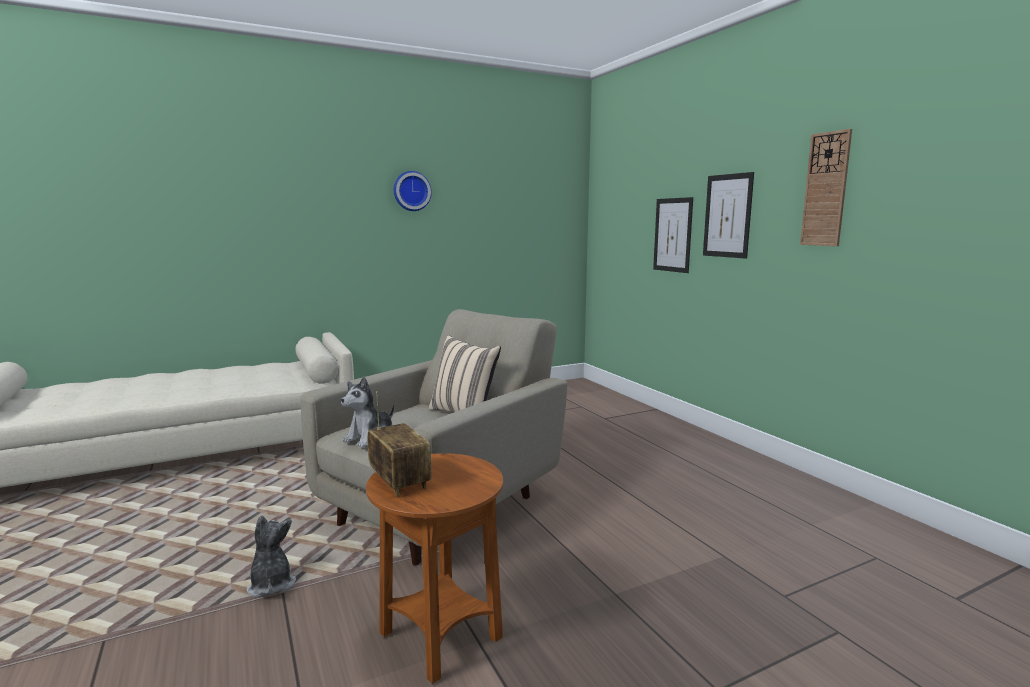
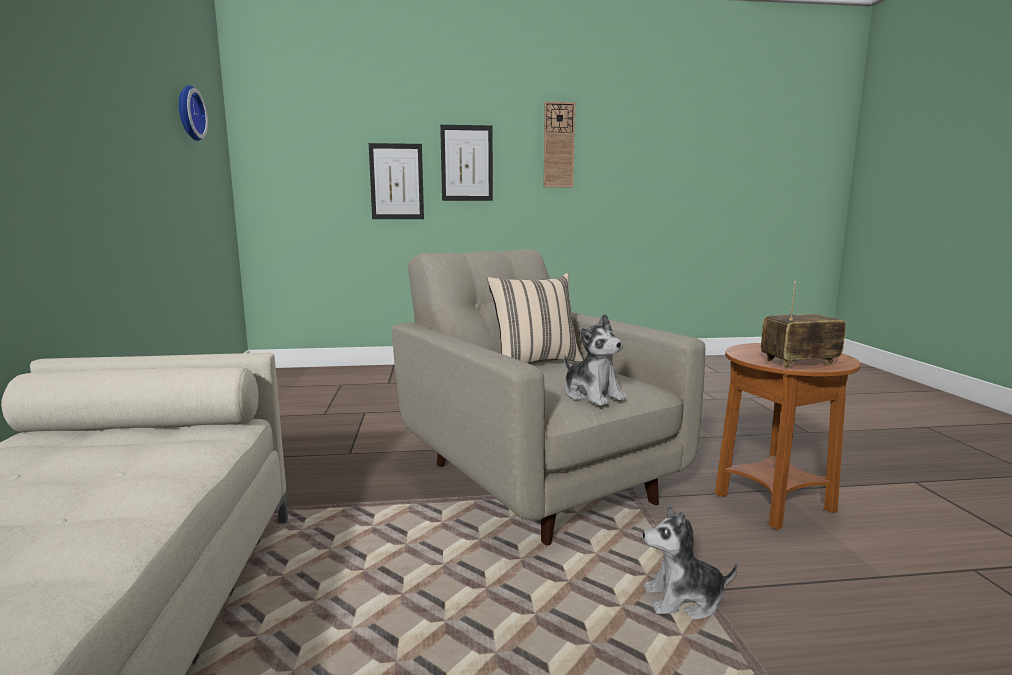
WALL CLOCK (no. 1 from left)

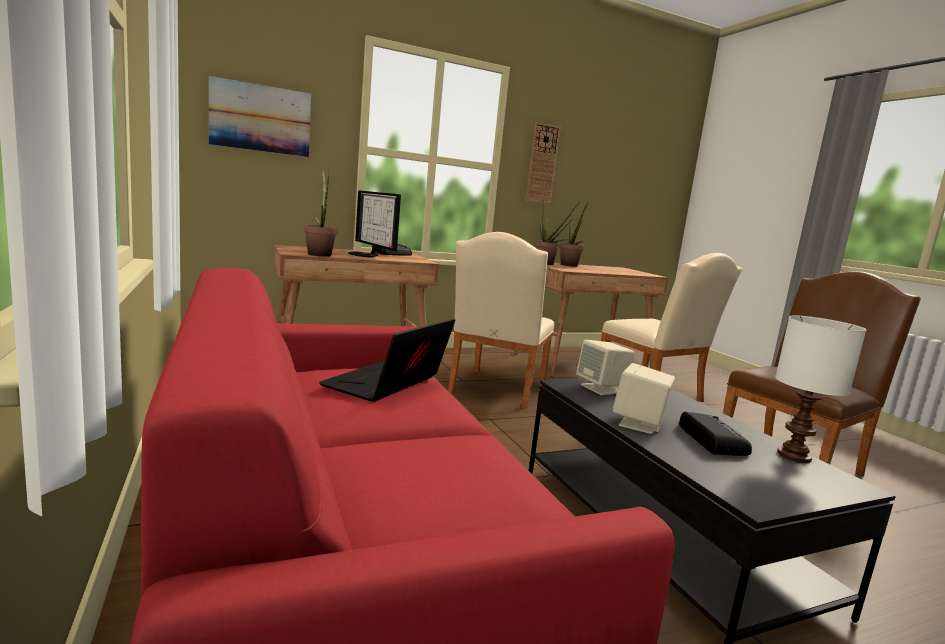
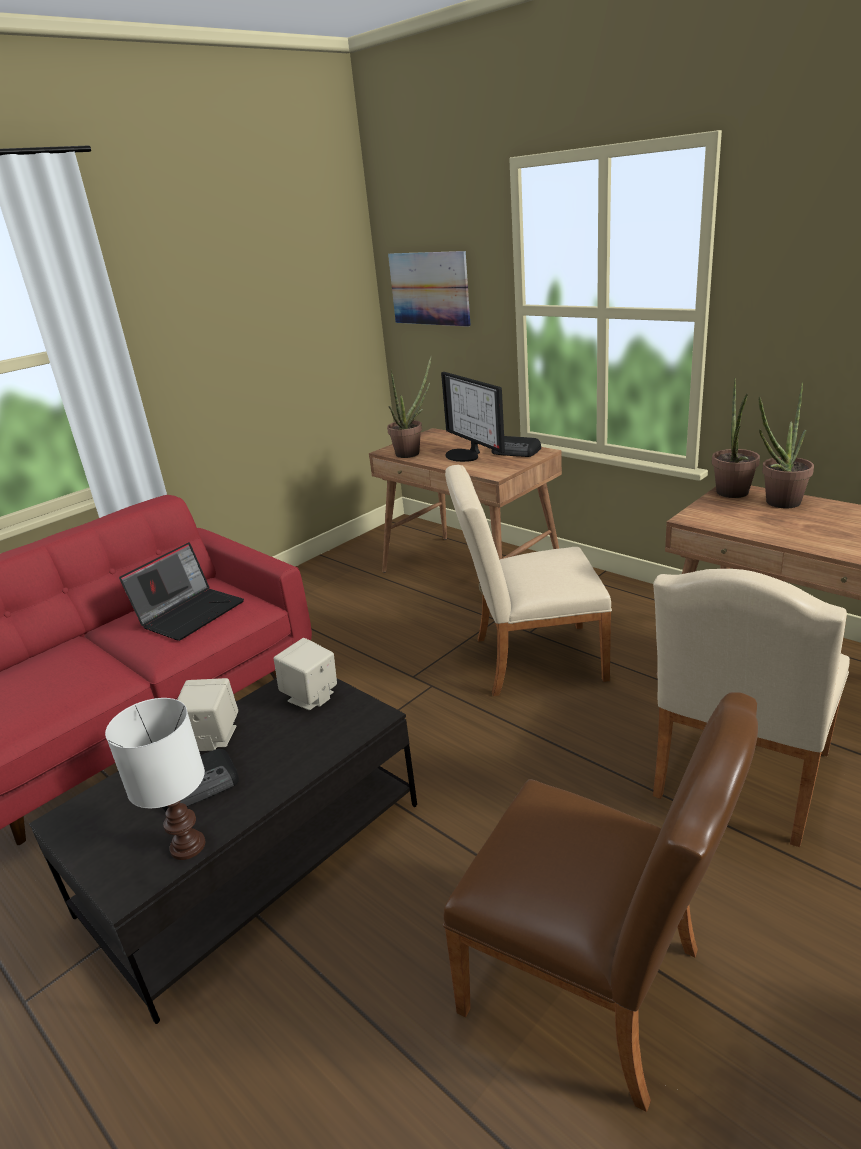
LAPTOP
MONITOR
WALL CLOCK

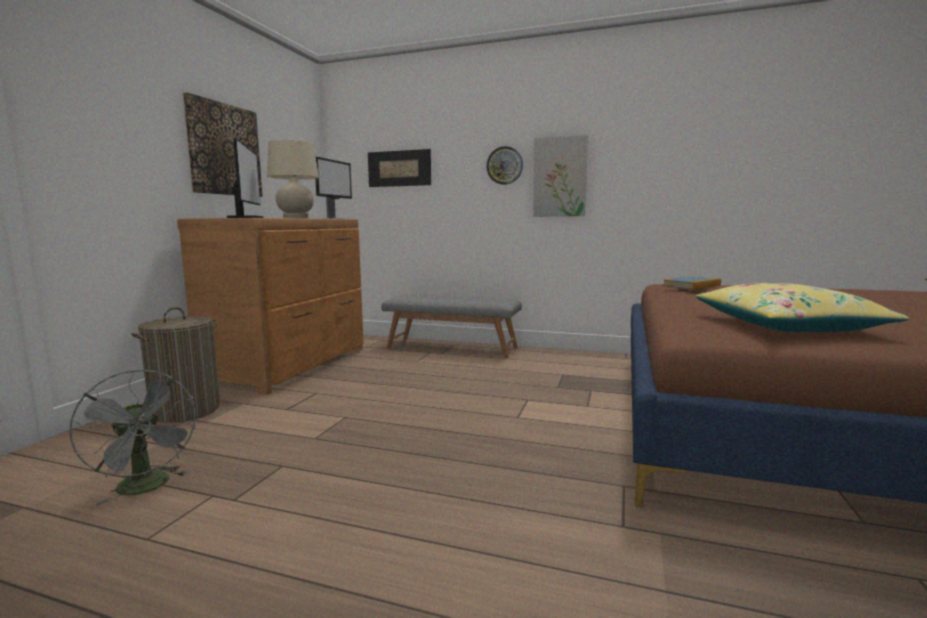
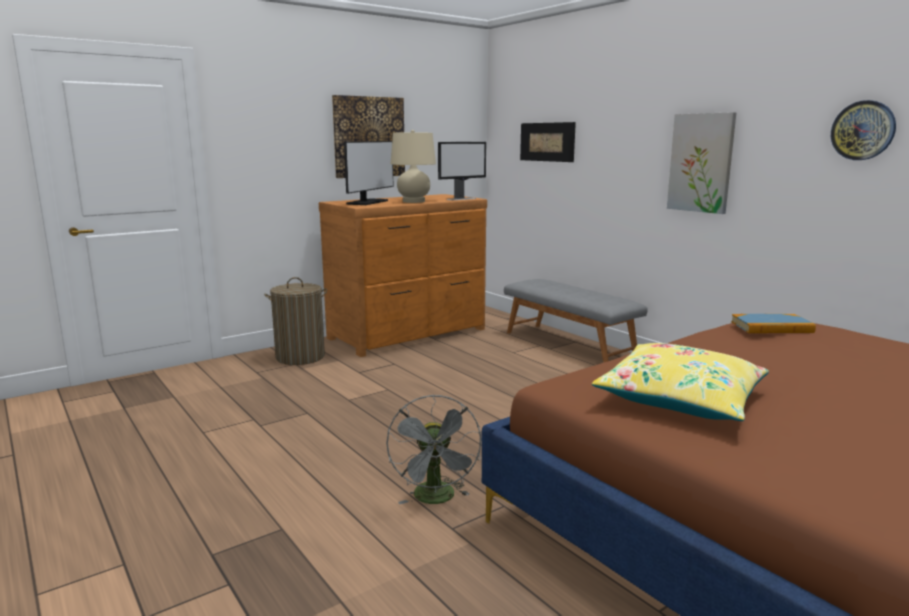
GREY FAN
WALL CLOCK

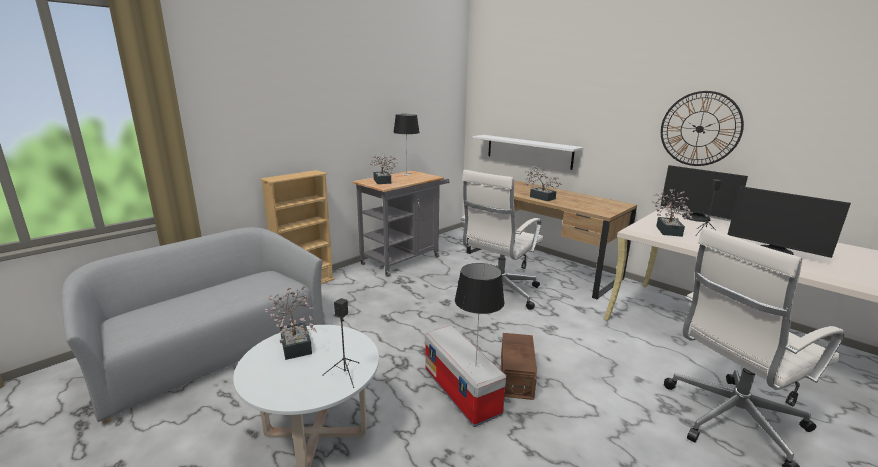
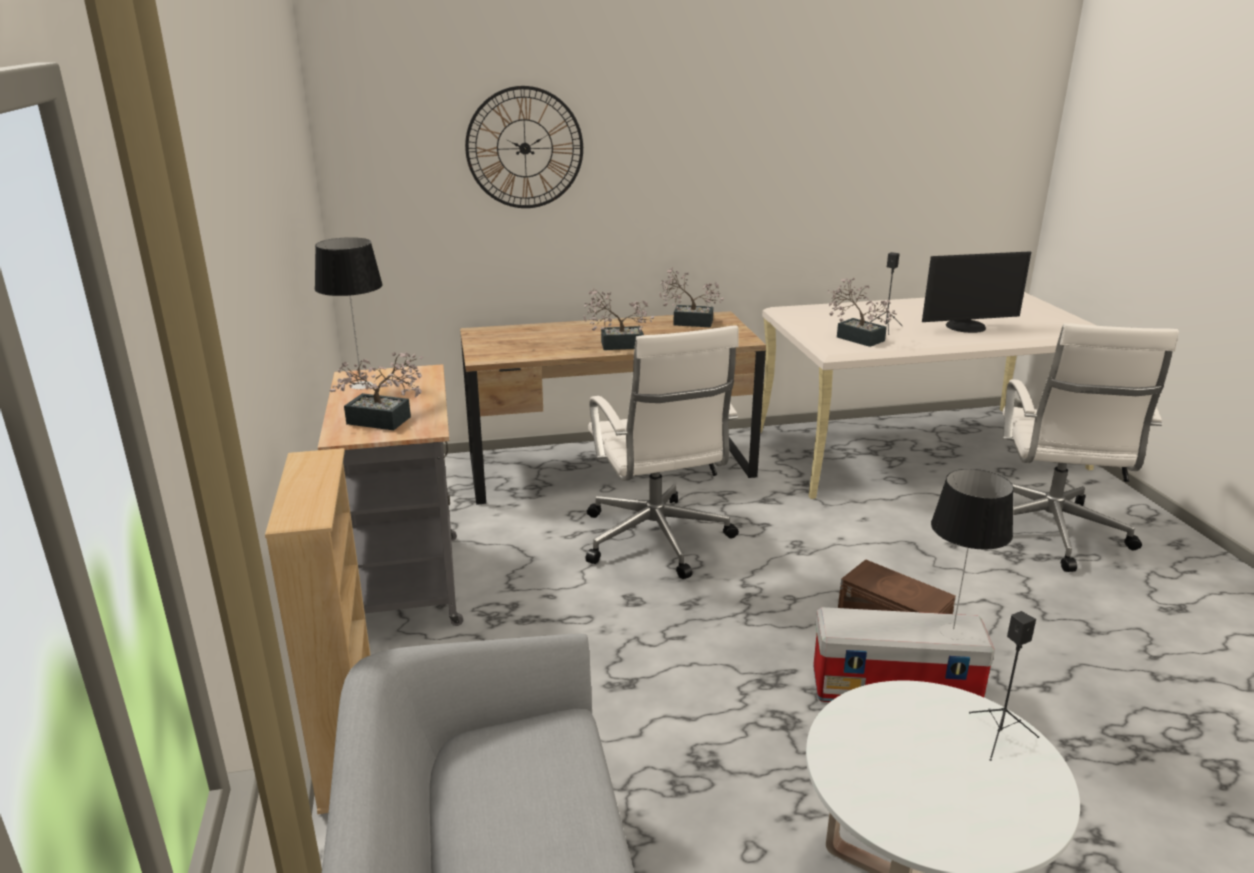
POTTED PLANT (no. 3 from left)
WHITE SHELF
WALL CLOCK
MONITOR (no. 1 from left in the first image)

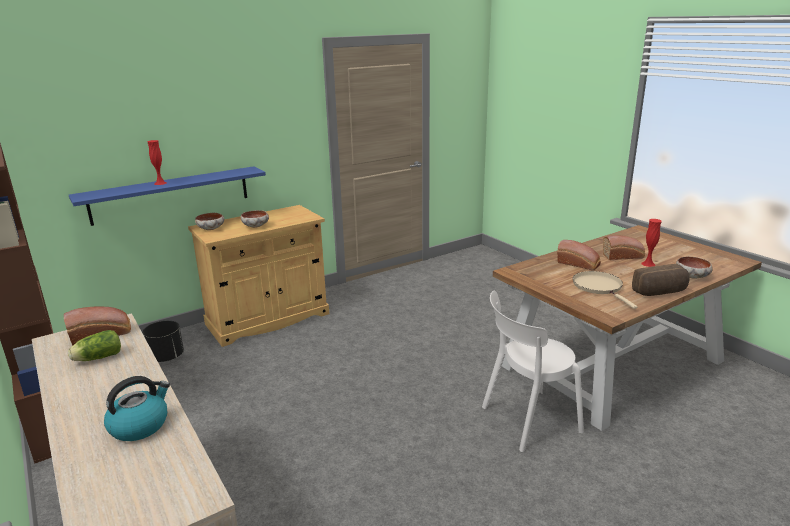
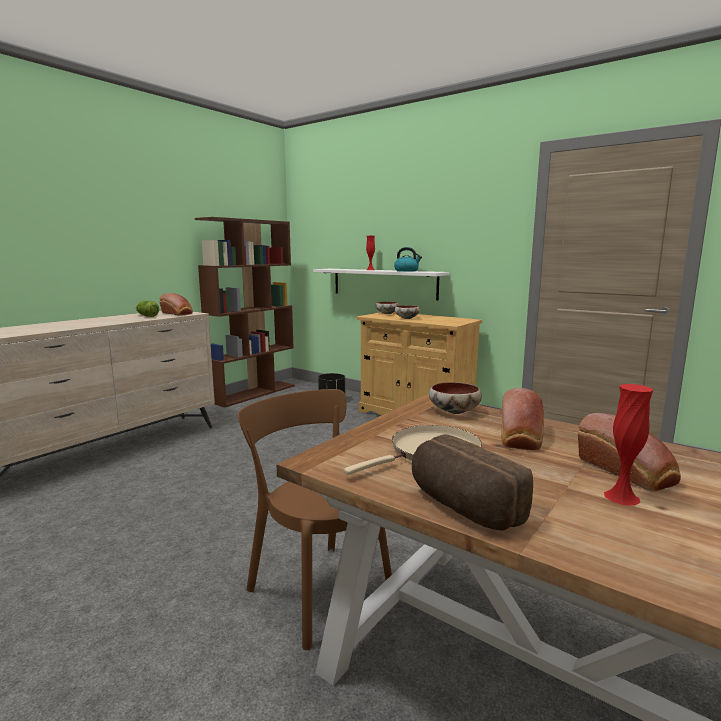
WHITE SHELF
KETTLE
BROWN CHAIR
BOWL (no. 3 from left)

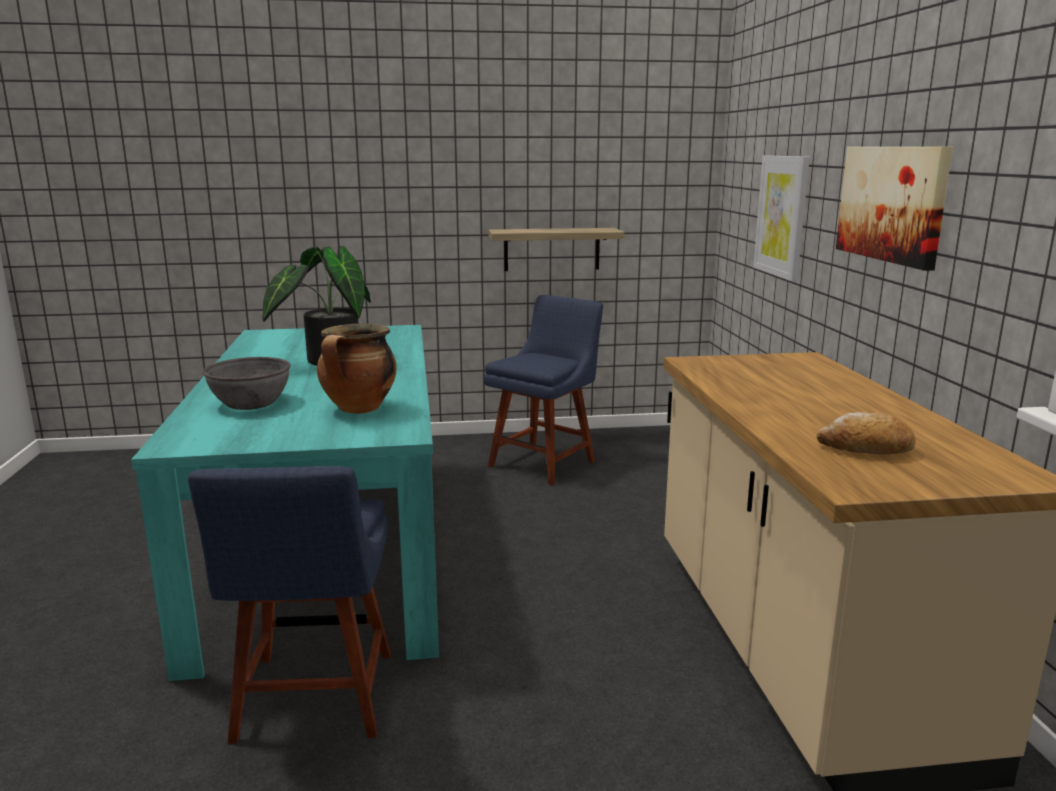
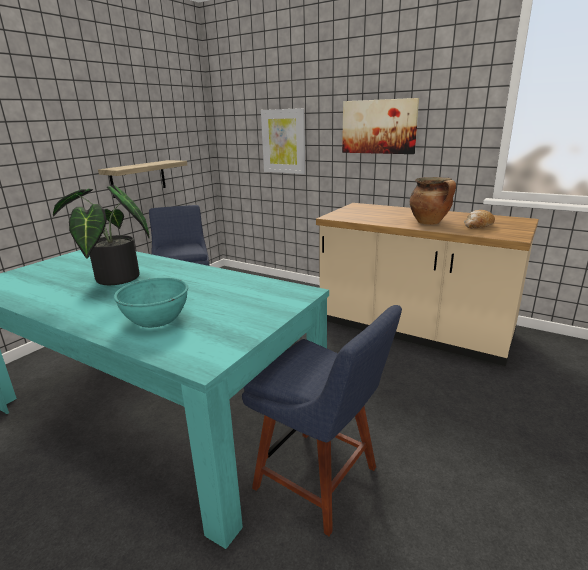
TURQUOISE BOWL
COOKING POT

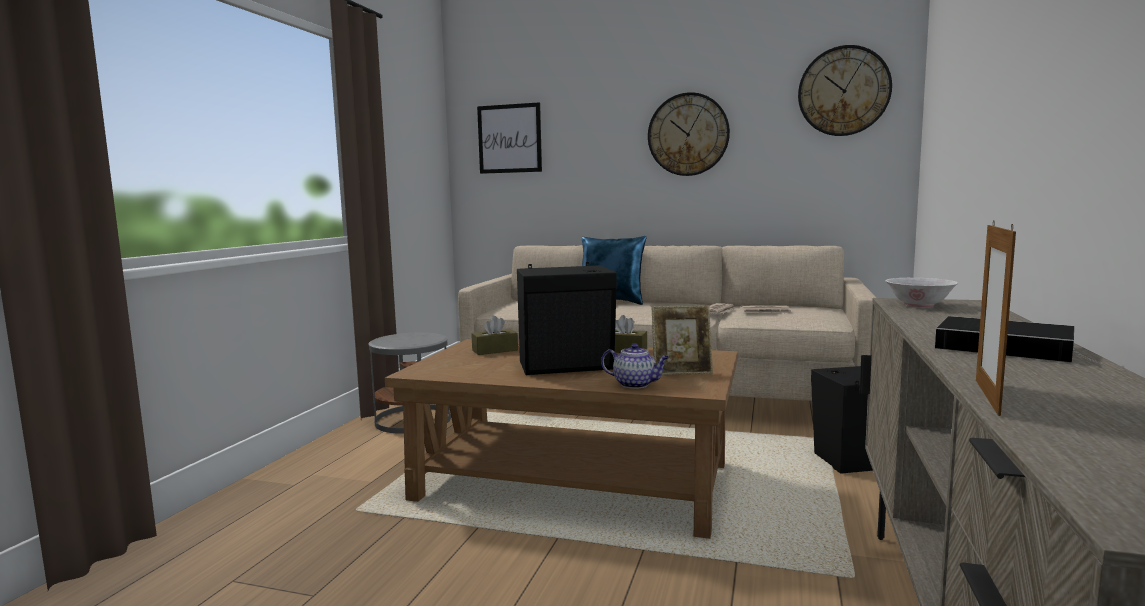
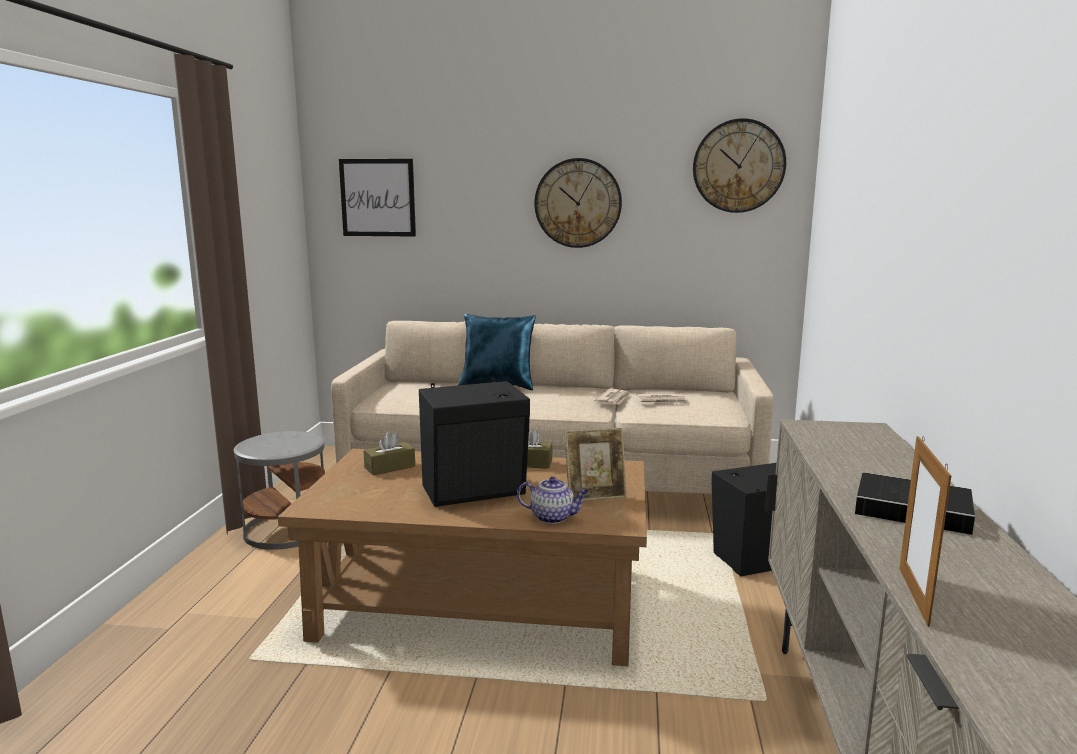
WHITE BOWL

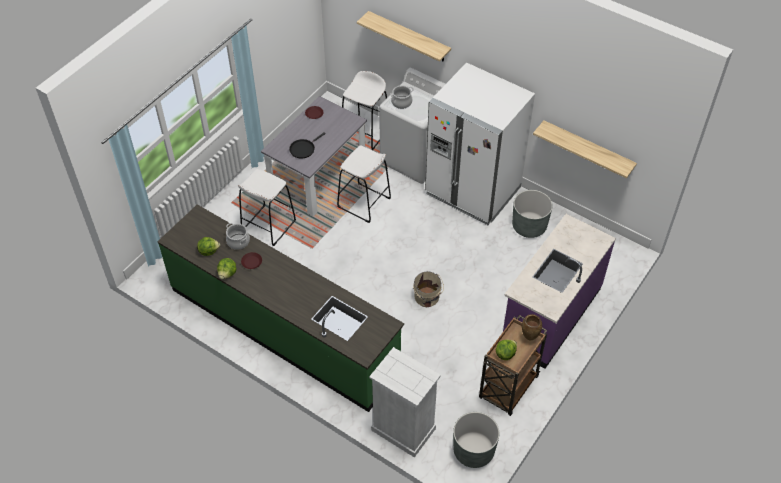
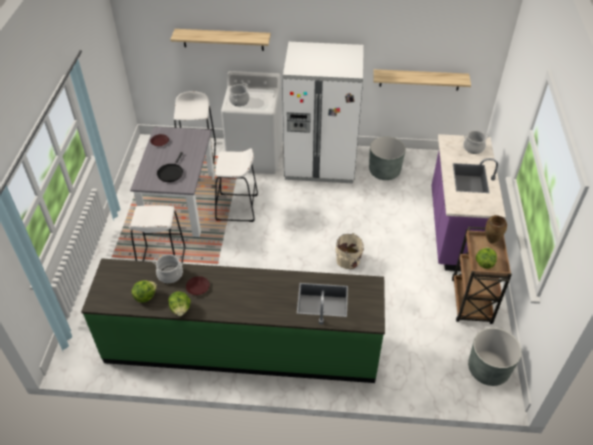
WHITE DRESSER
COOKING POT (no. 3 from left)

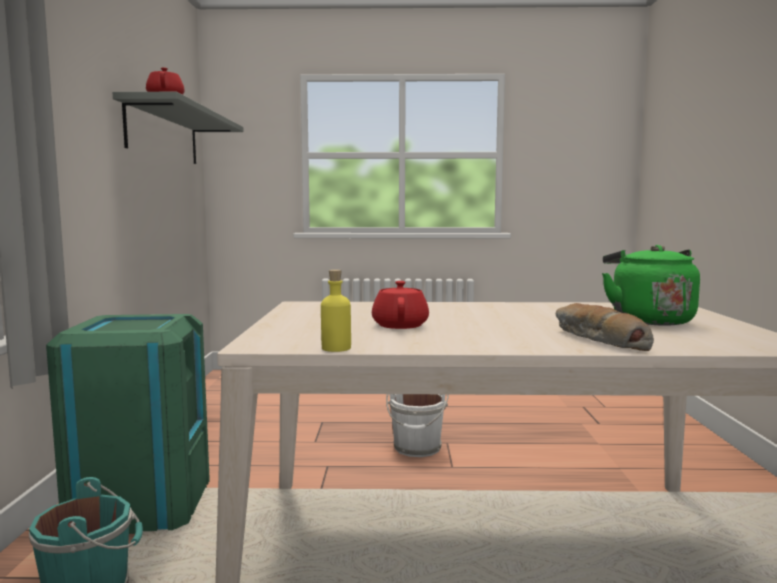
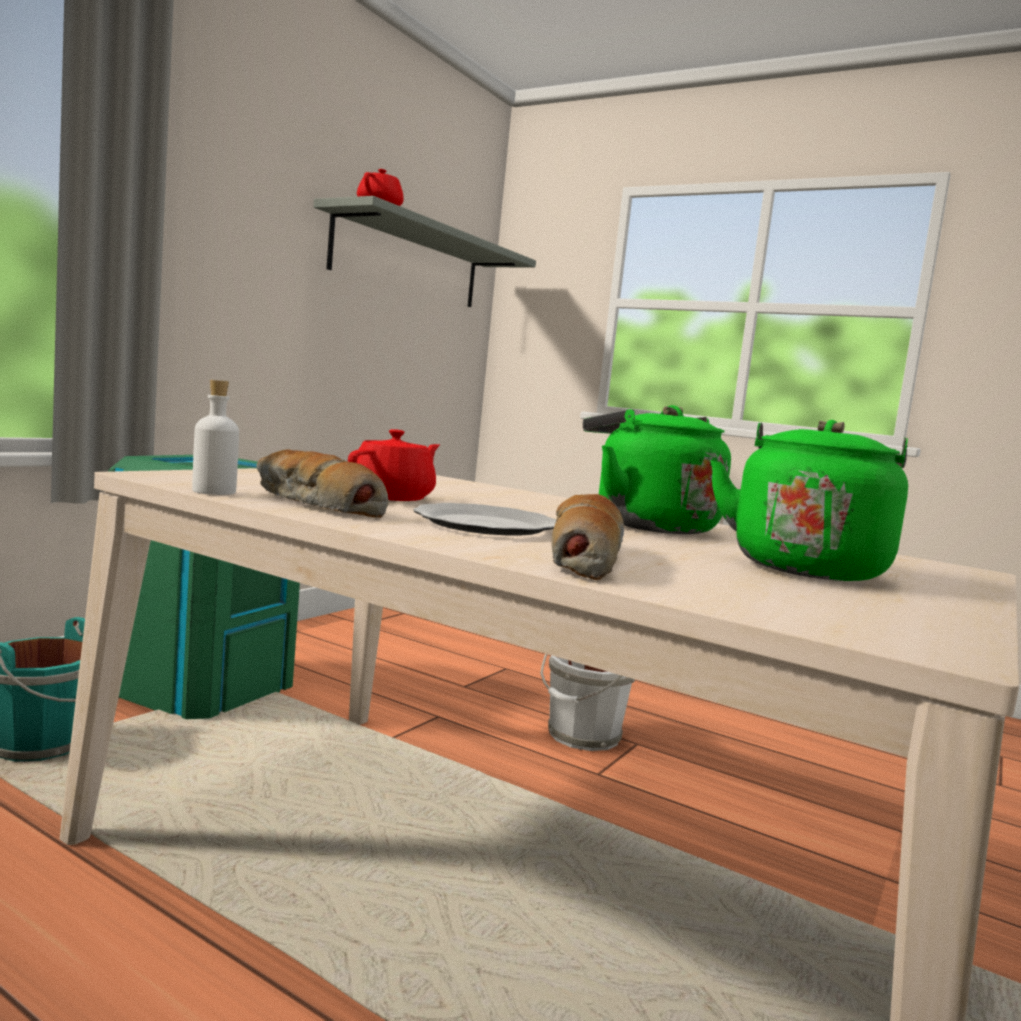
WHITE BOTTLE
BREAD (no. 1 from left)
PLATE
GREEN KETTLE (no. 1 from left)

